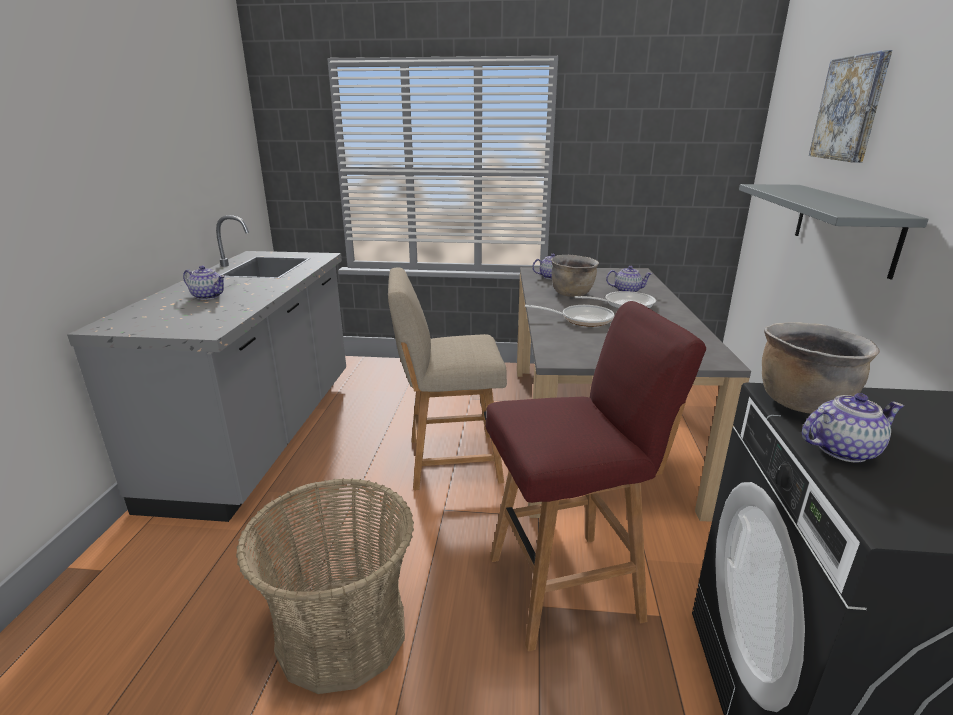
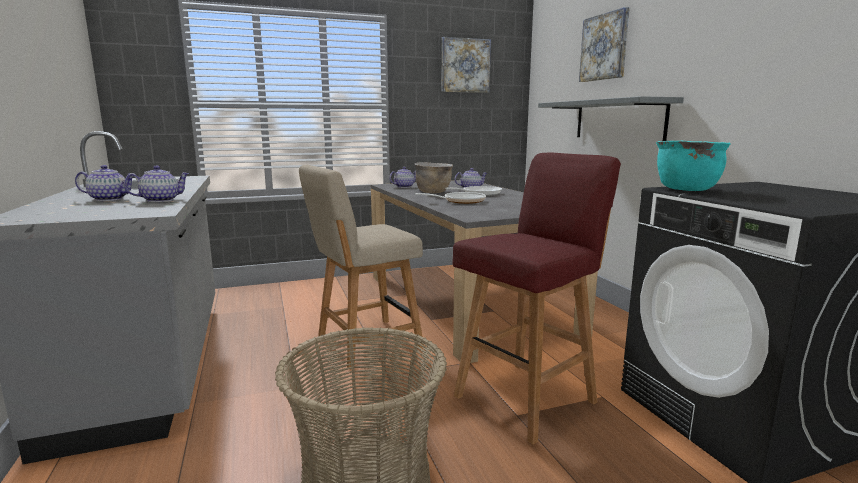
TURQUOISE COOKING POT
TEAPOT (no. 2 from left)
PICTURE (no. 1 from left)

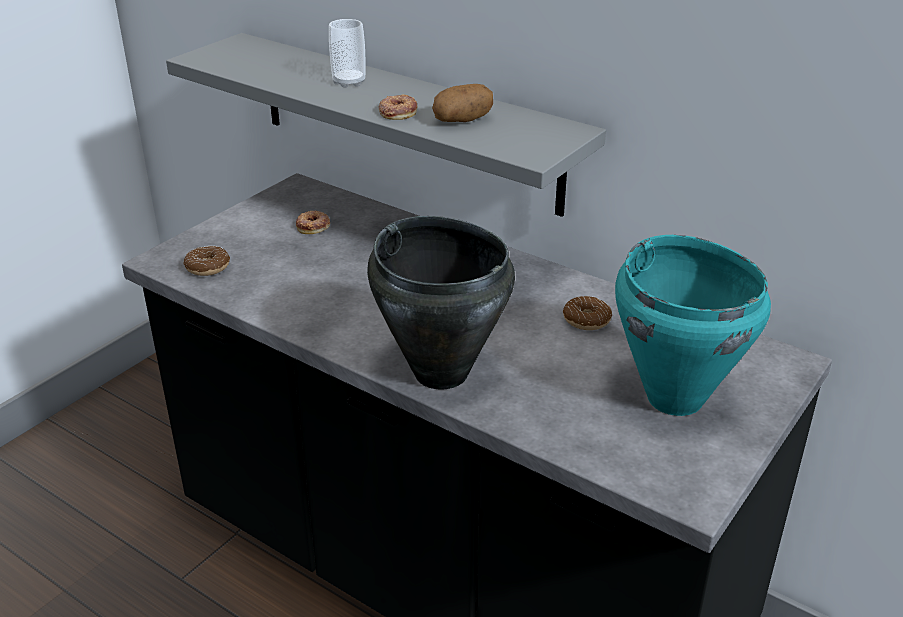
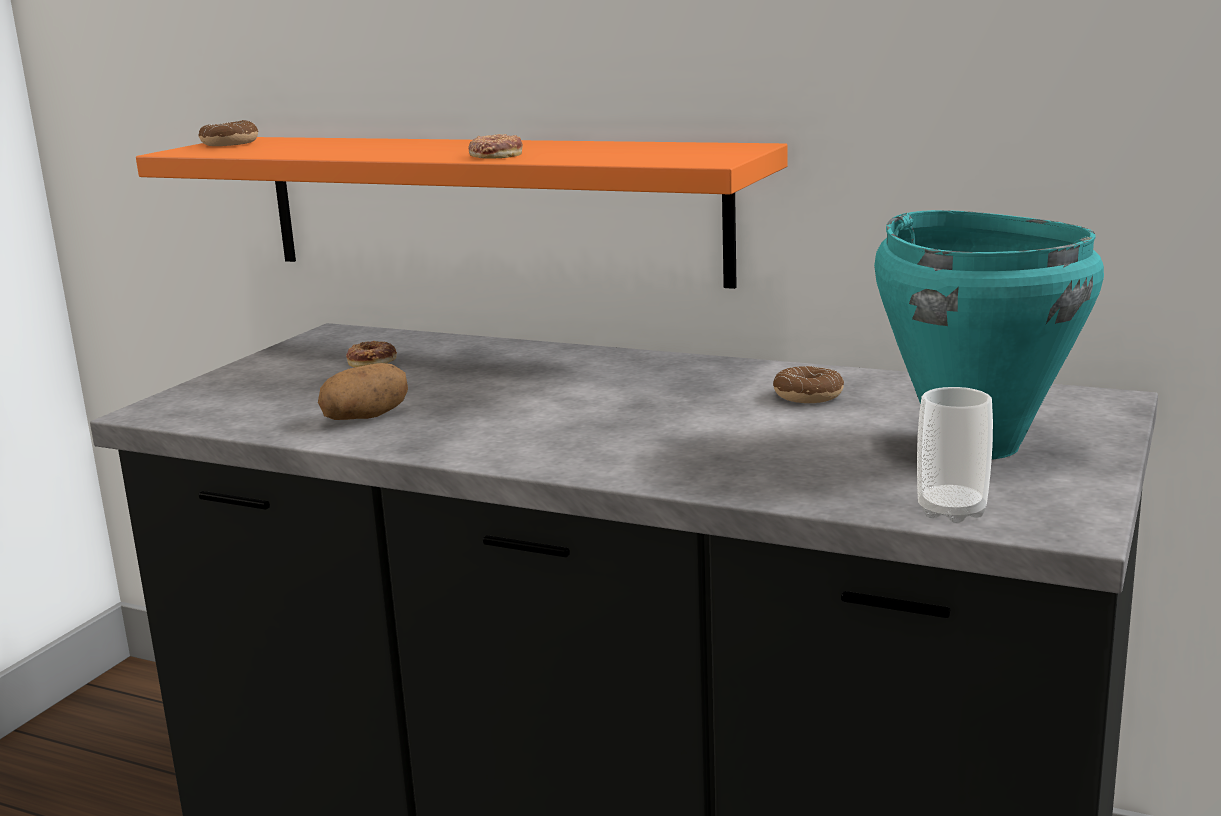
ORANGE SHELF
DONUT (no. 1 from left)
CUP
BLACK COOKING POT
POTATO

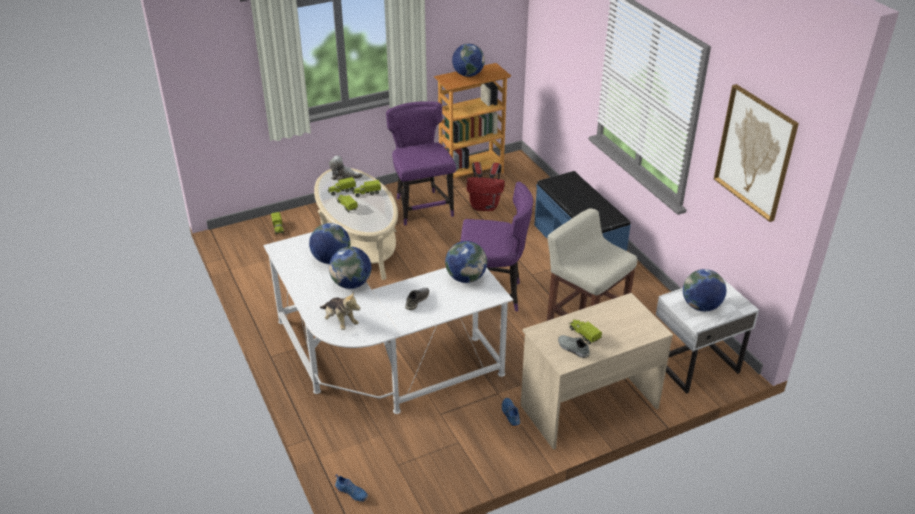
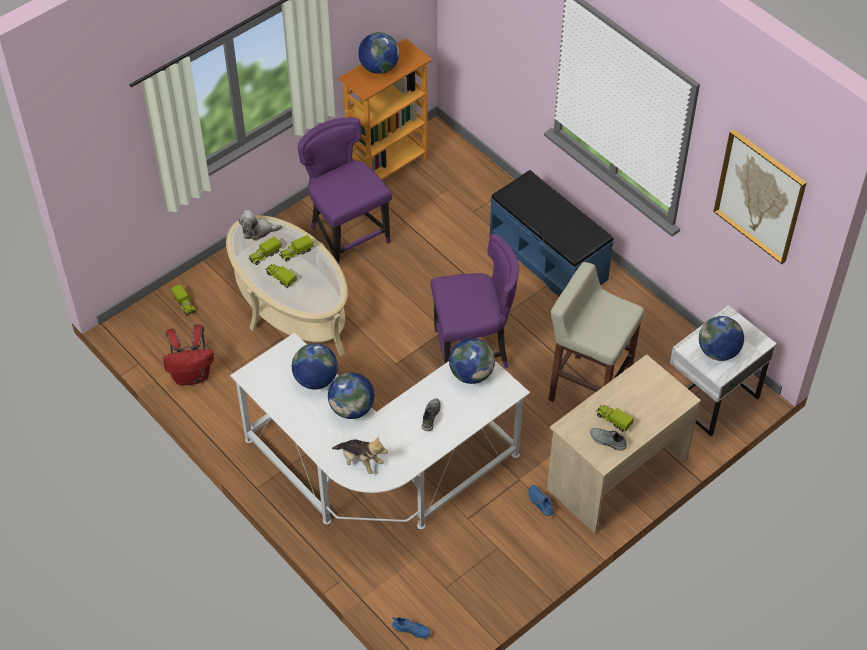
RED BACKPACK

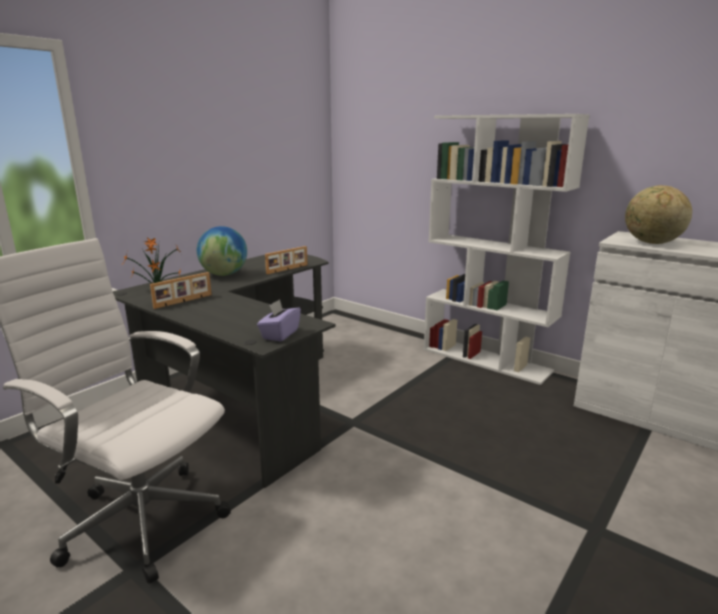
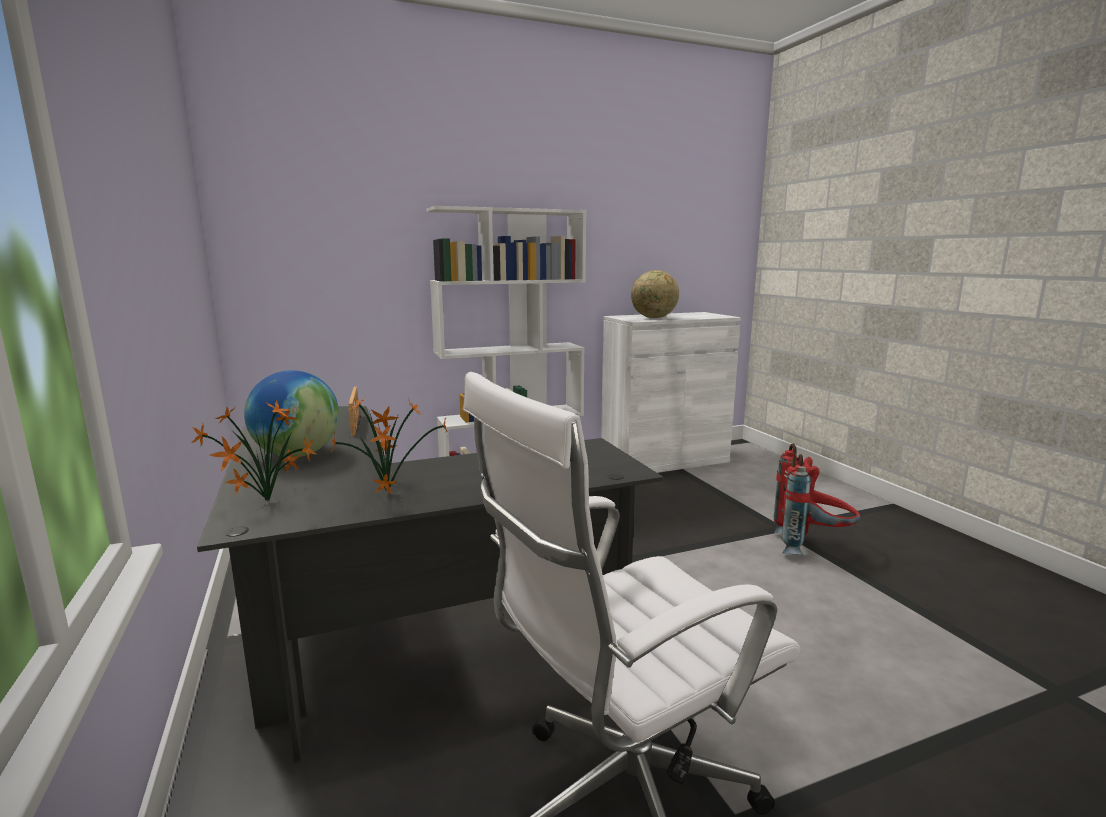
POTTED PLANT (no. 2 from left)
PURPLE TISSUE BOX
RED BACKPACK

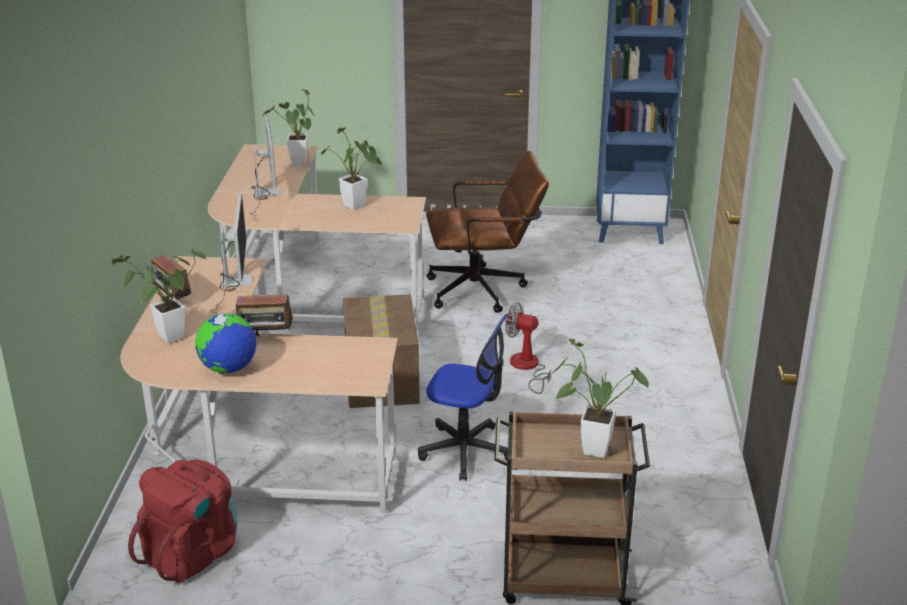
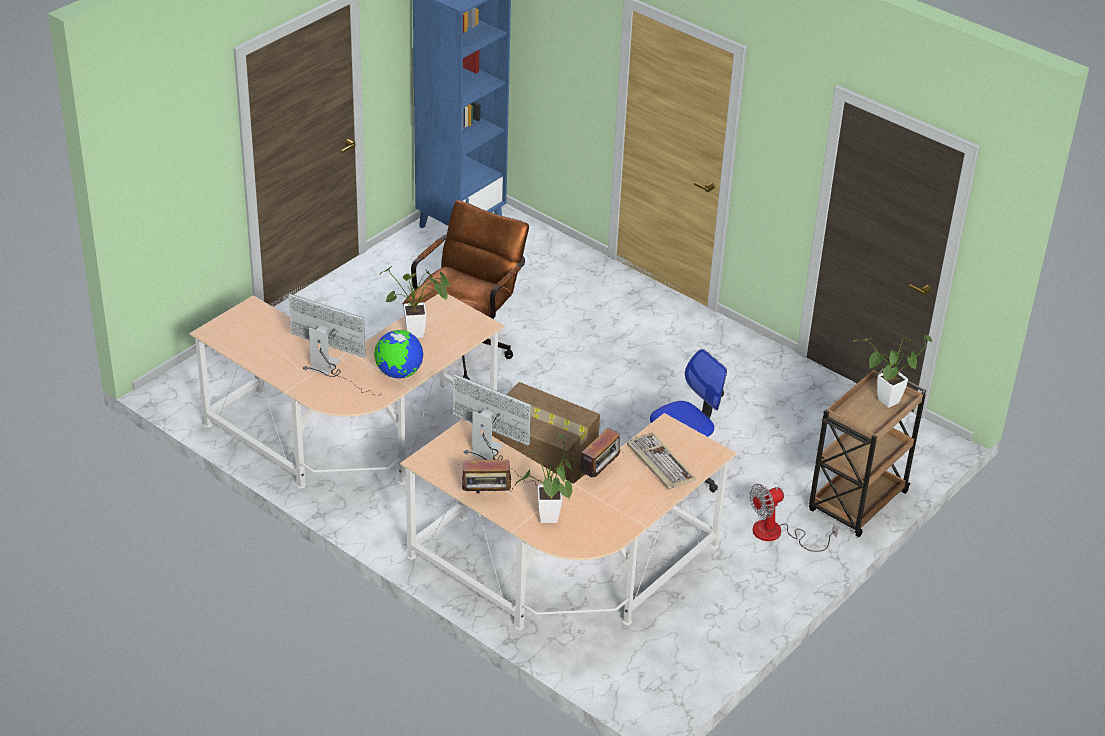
RED BACKPACK
GLOBE
POTTED PLANT (no. 2 from left in the first image)
FAN
KEYBOARD

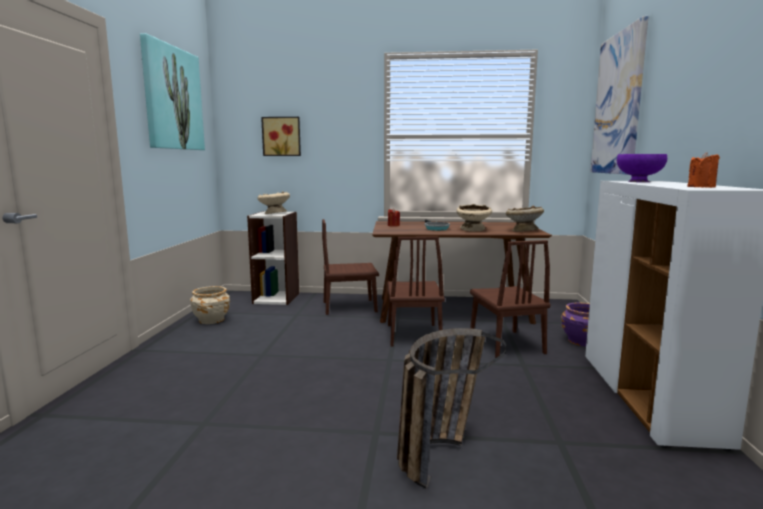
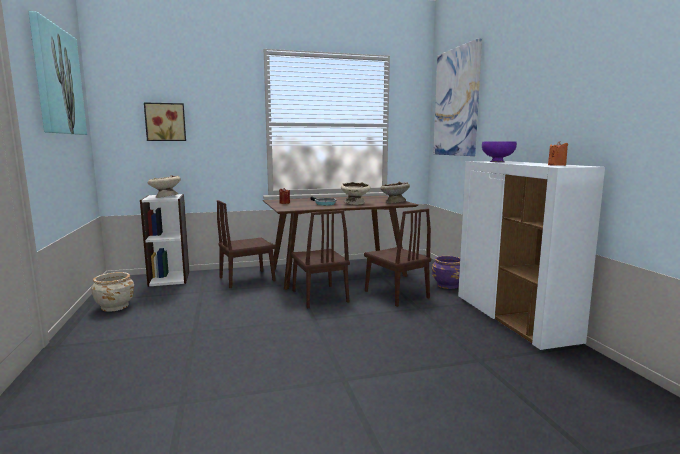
BASKET

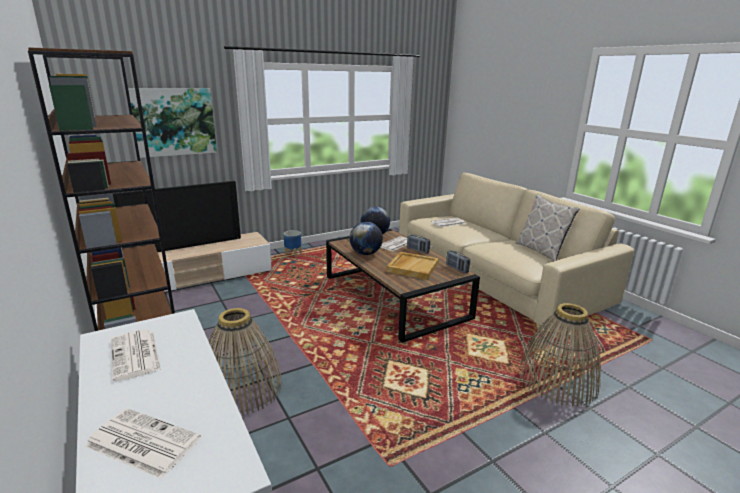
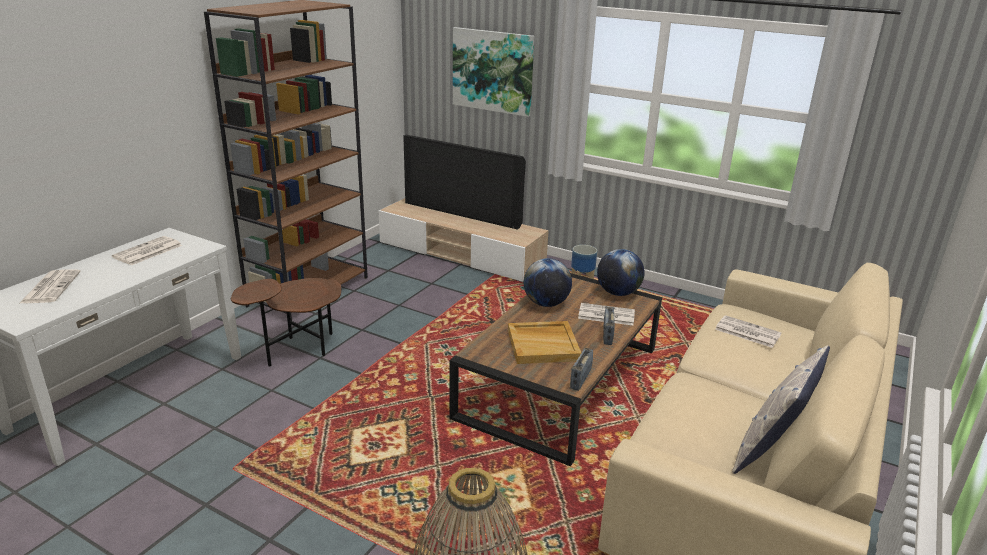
BROWN SIDE TABLE

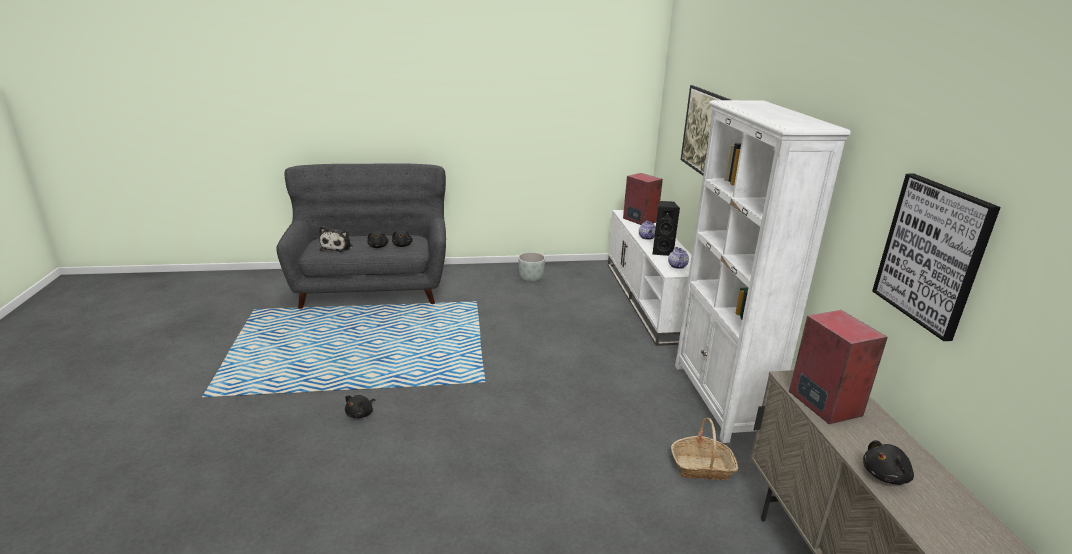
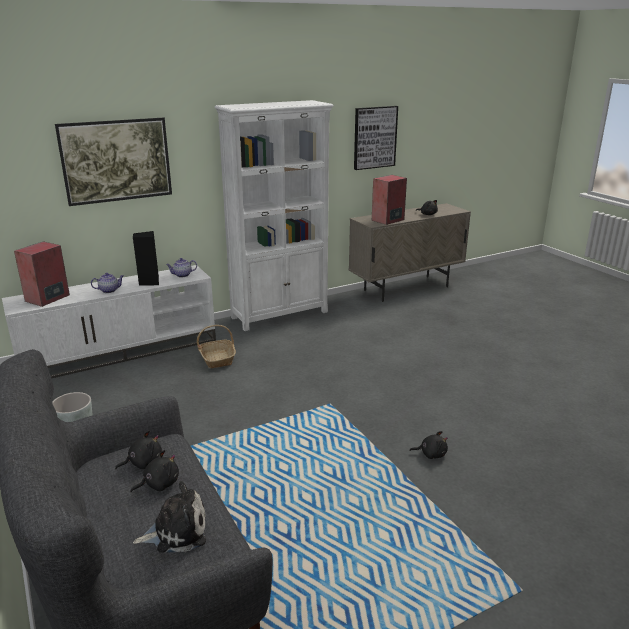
BASKET

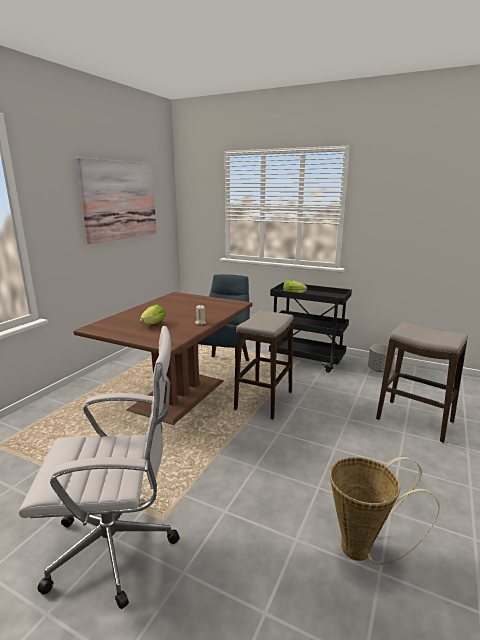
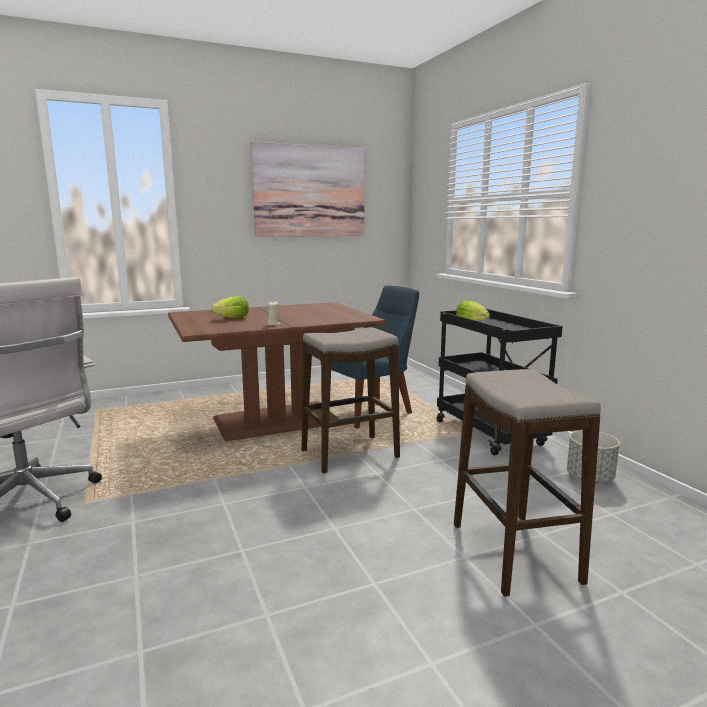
BASKET

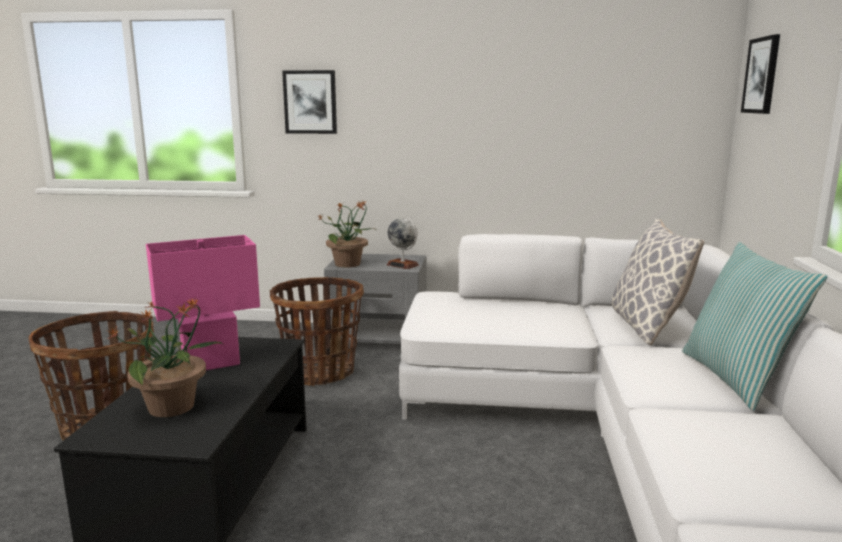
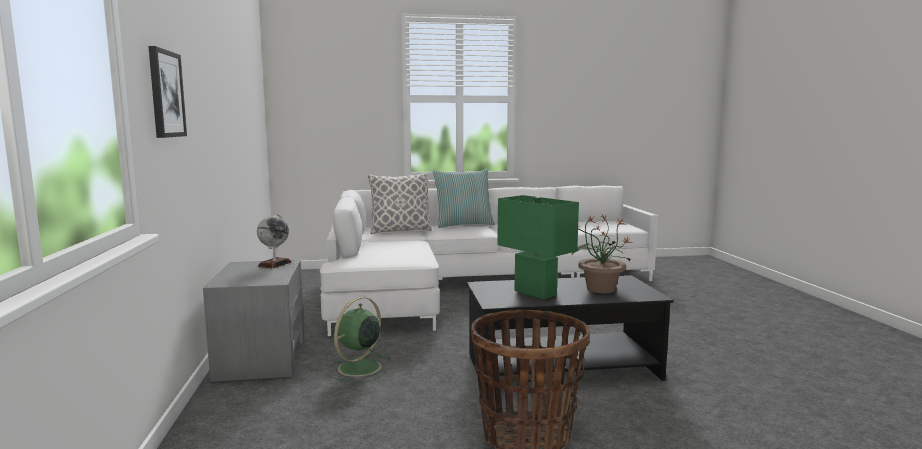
GREEN TABLE LAMP
GREEN FAN
POTTED PLANT (no. 2 from left in the first image)
PICTURE (no. 2 from left in the first image)

